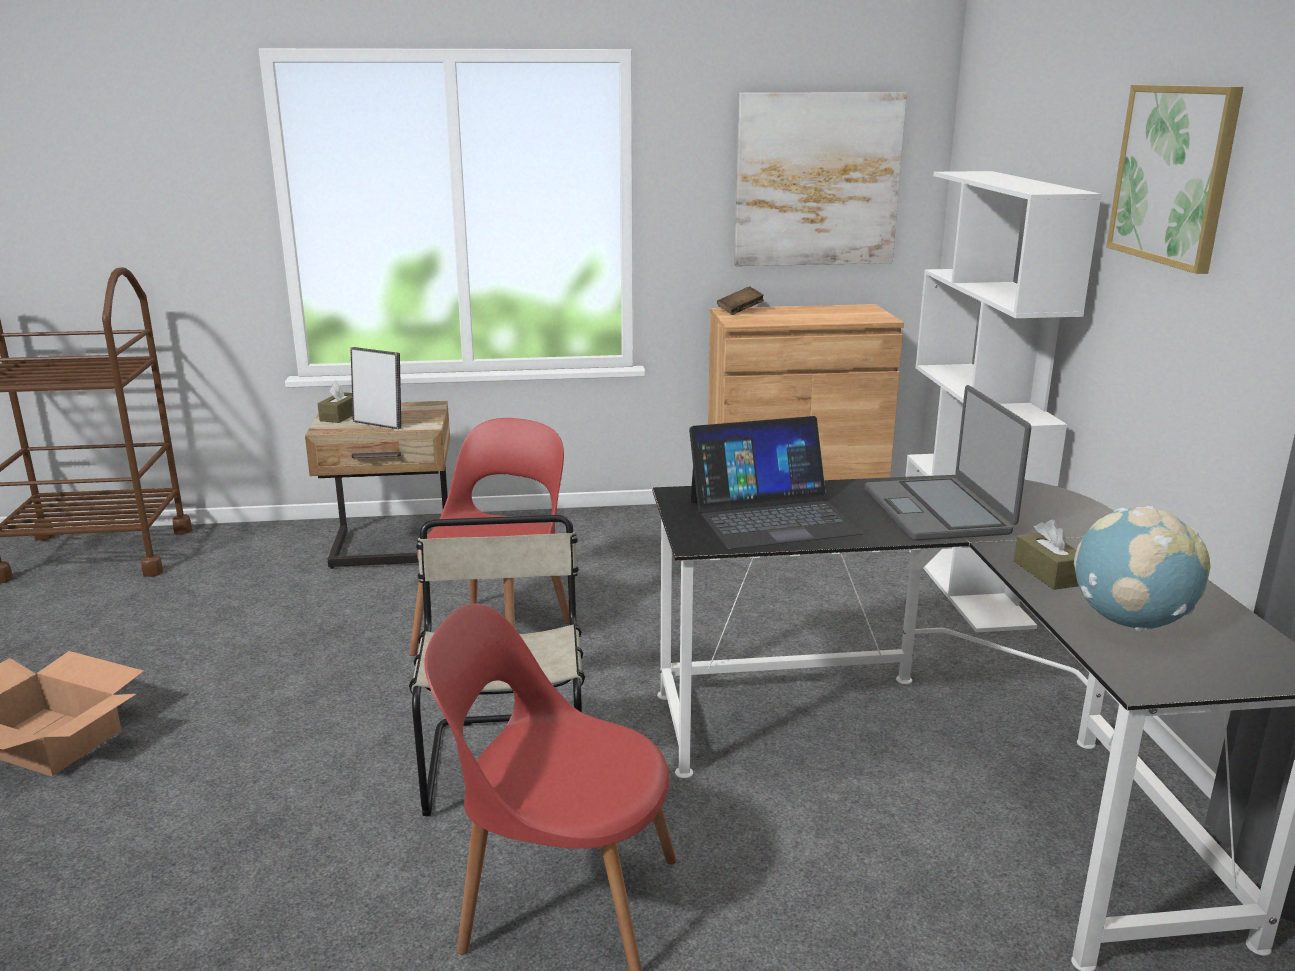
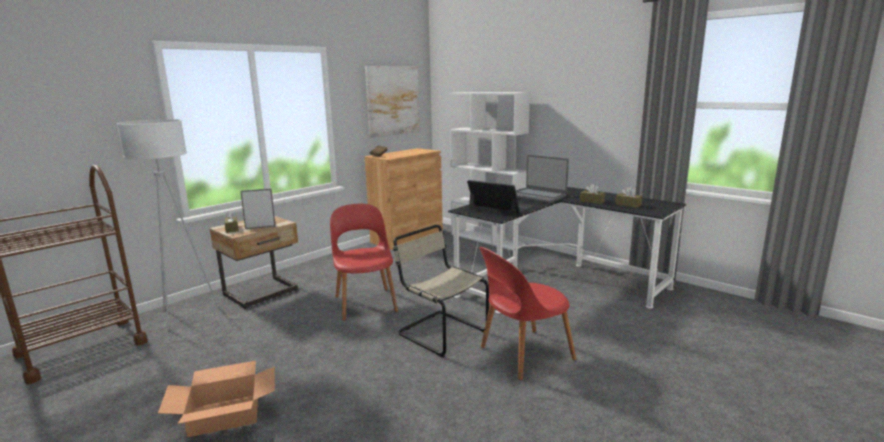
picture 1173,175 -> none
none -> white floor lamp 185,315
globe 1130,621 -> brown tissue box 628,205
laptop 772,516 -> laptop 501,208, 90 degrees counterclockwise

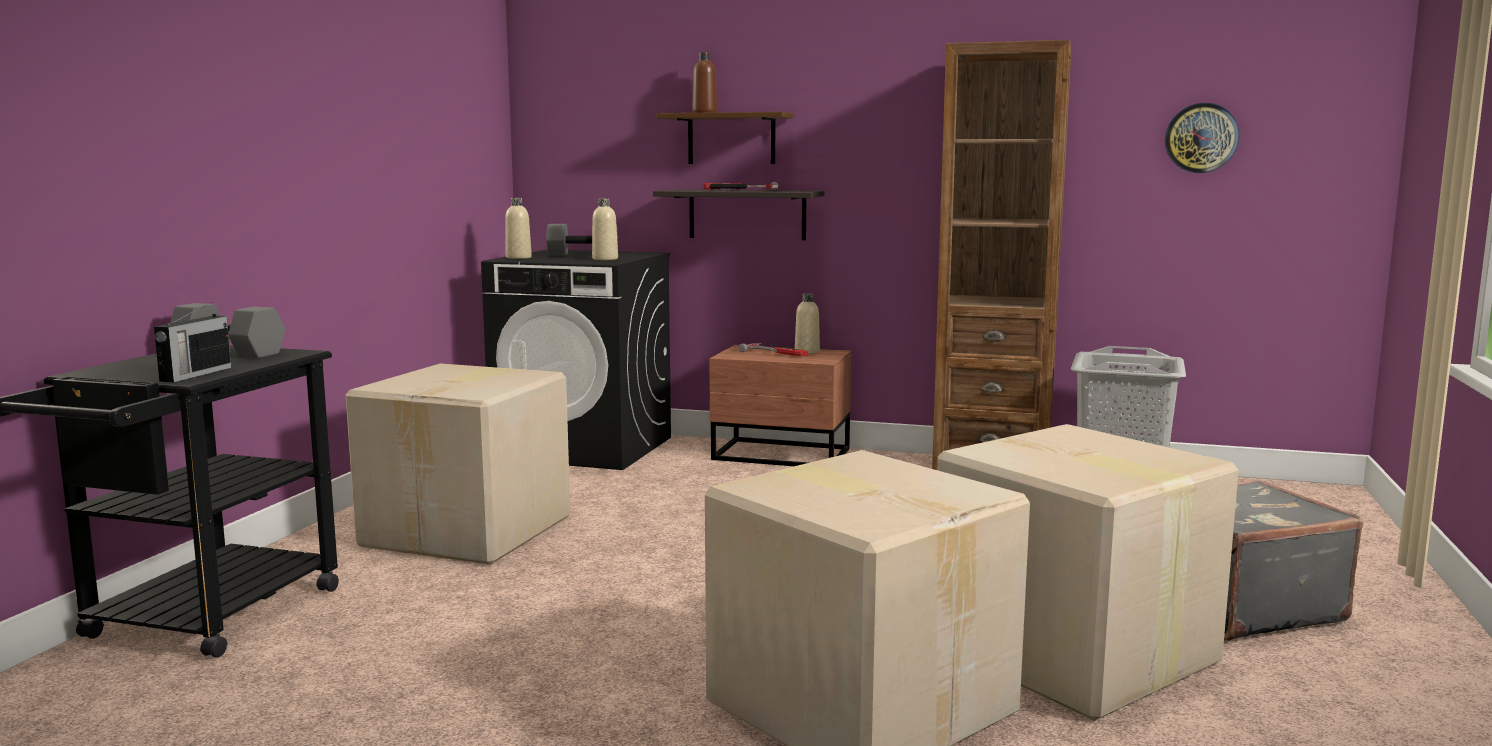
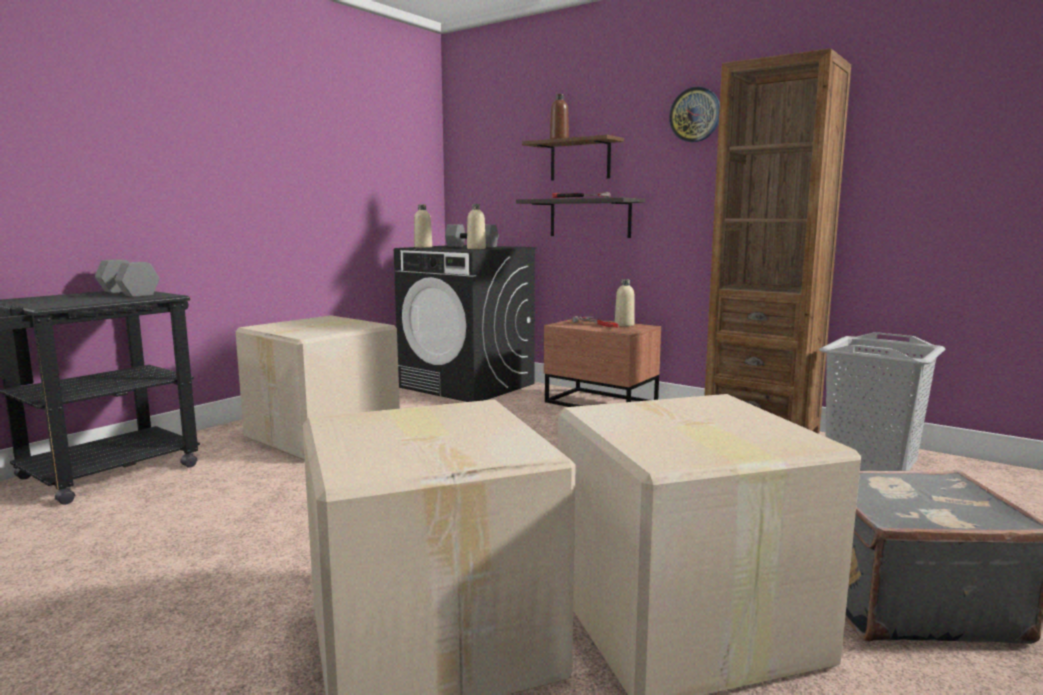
radio 195,374 -> none
wall clock 1201,138 -> wall clock 695,115, relocated

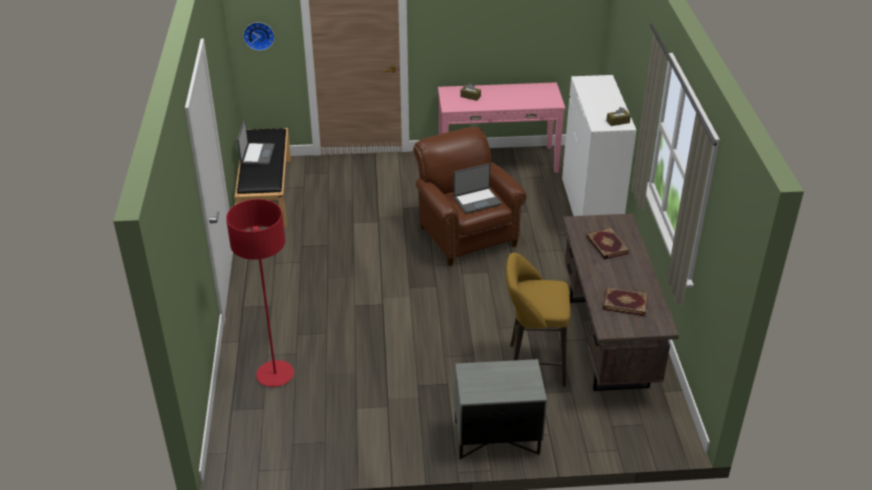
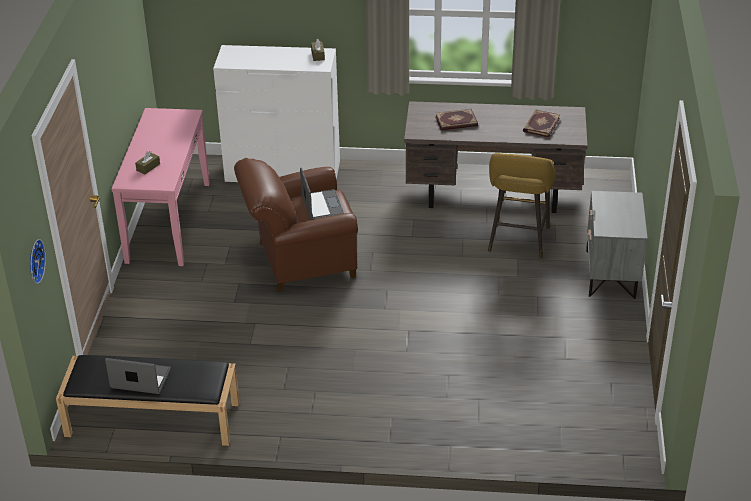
red floor lamp 275,375 -> none

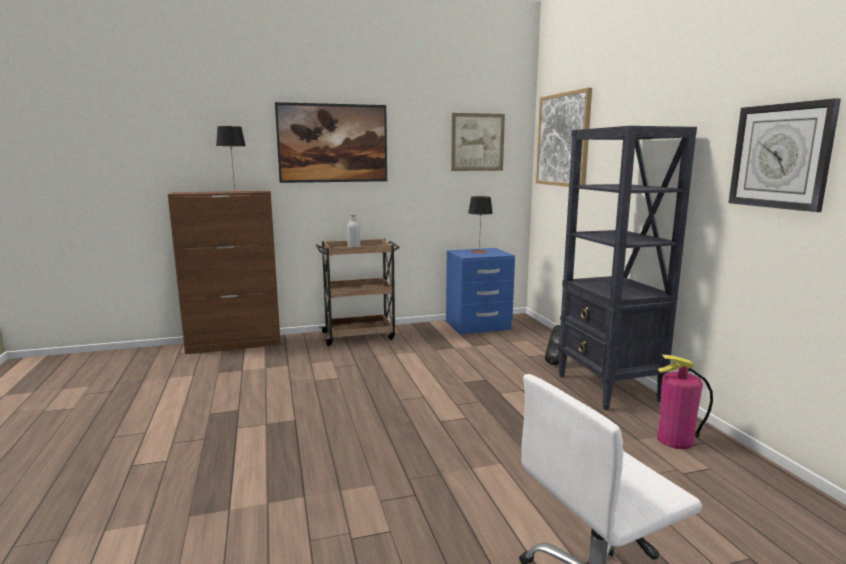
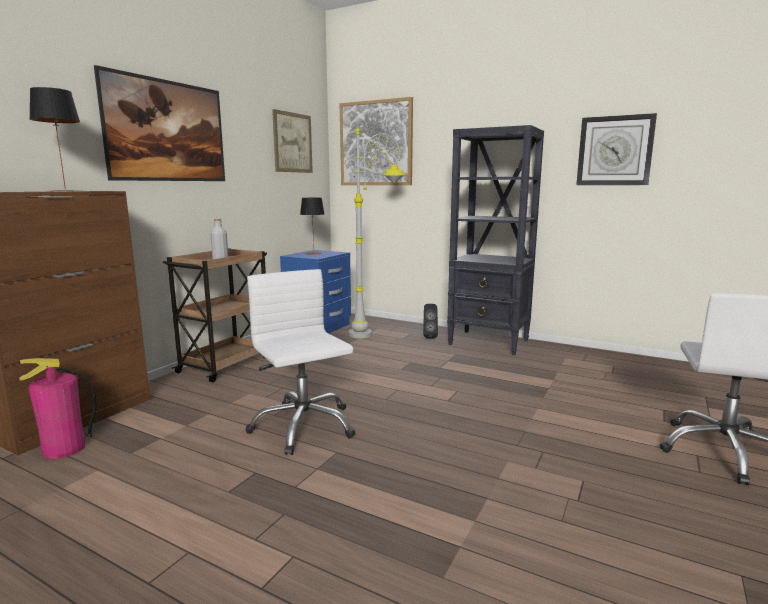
none -> white office chair 303,426
none -> grey floor lamp 377,331
fire extinguisher 675,440 -> fire extinguisher 64,449, relocated

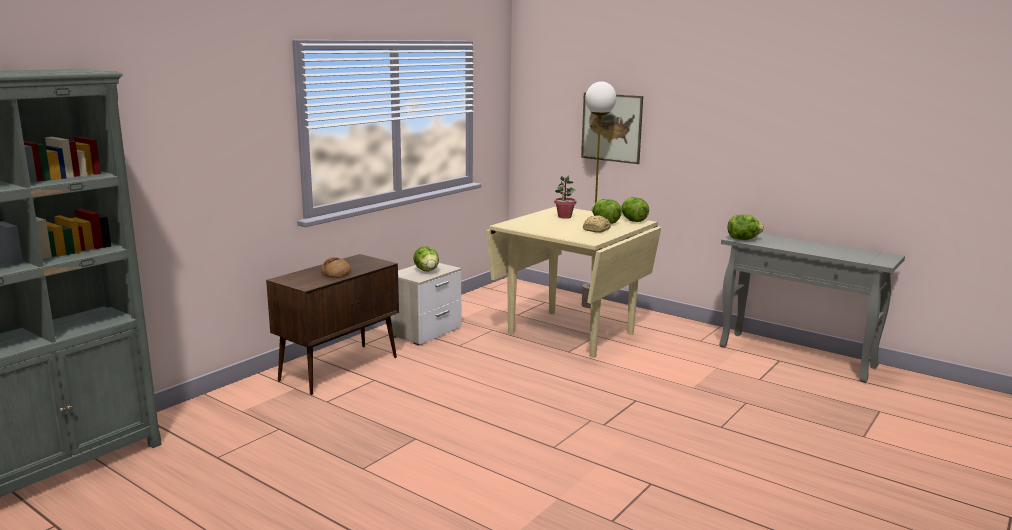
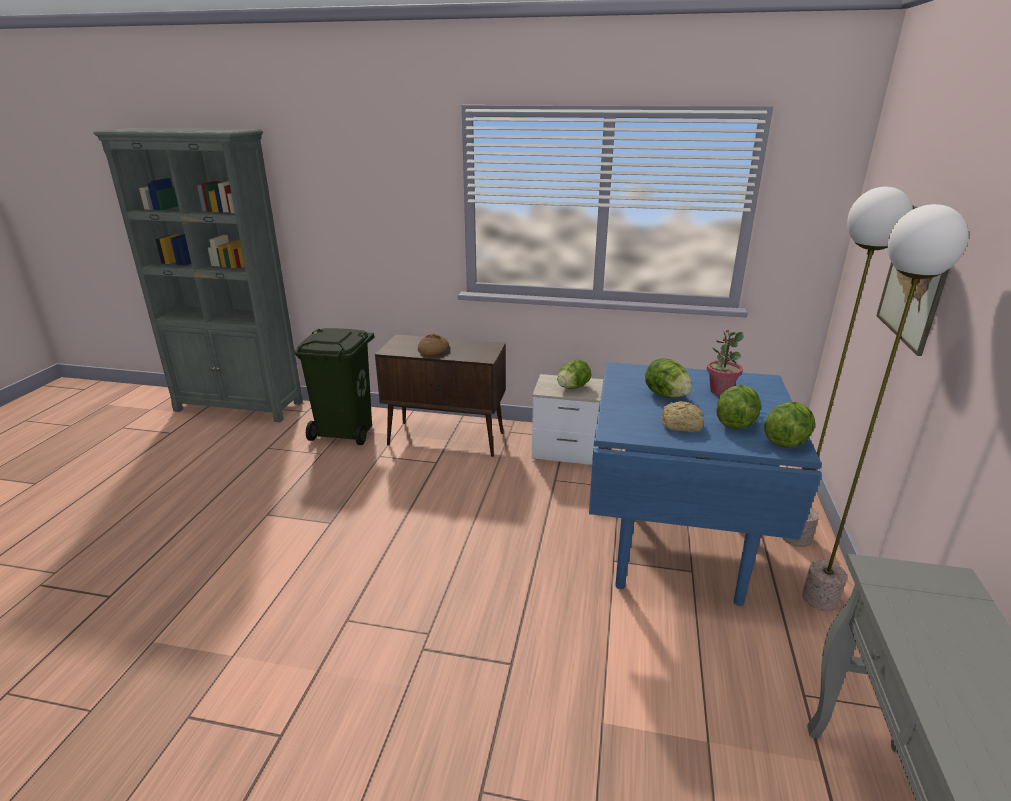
none -> green trash can 346,431
none -> floor lamp 819,599
lettuce 743,239 -> lettuce 666,395, relocated
beige dining table 570,333 -> blue dining table 673,546

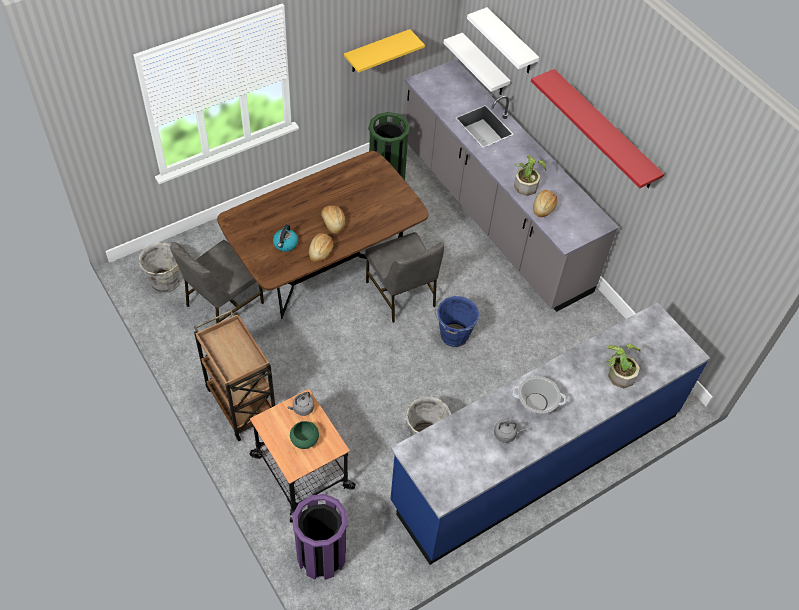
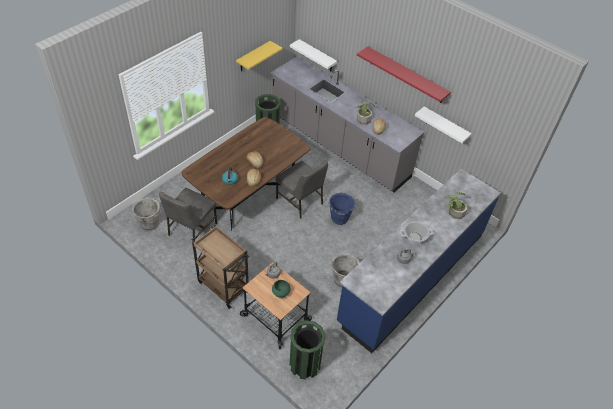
white shelf 510,42 -> white shelf 445,126, relocated
purple trash can 321,556 -> green trash can 304,364

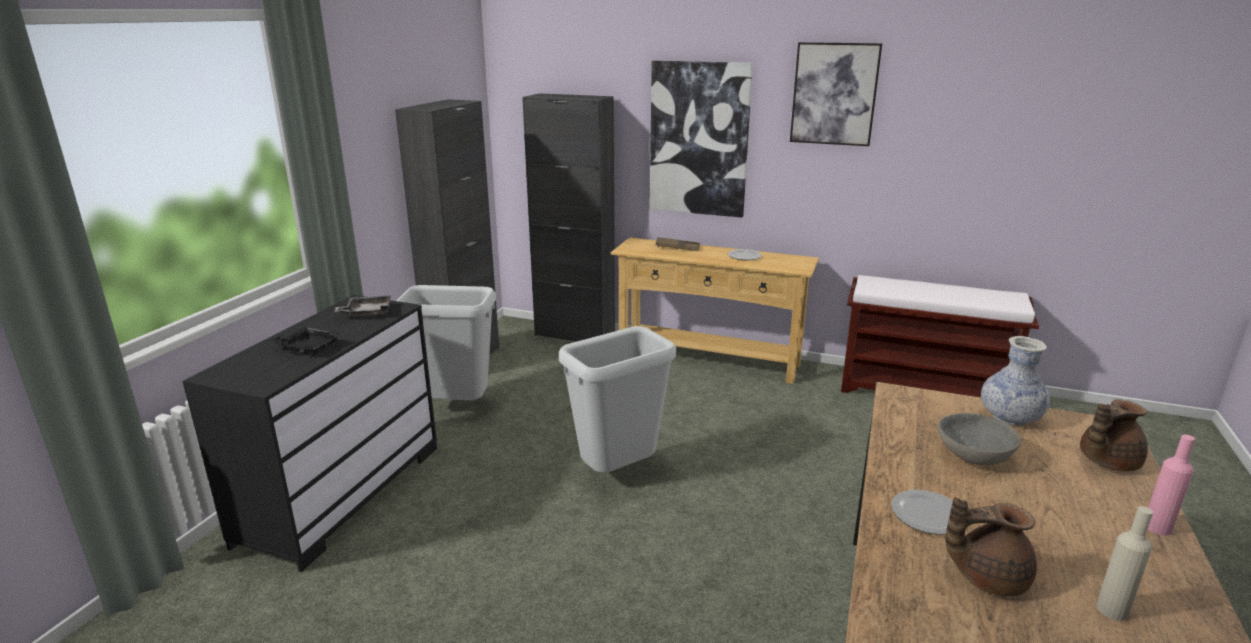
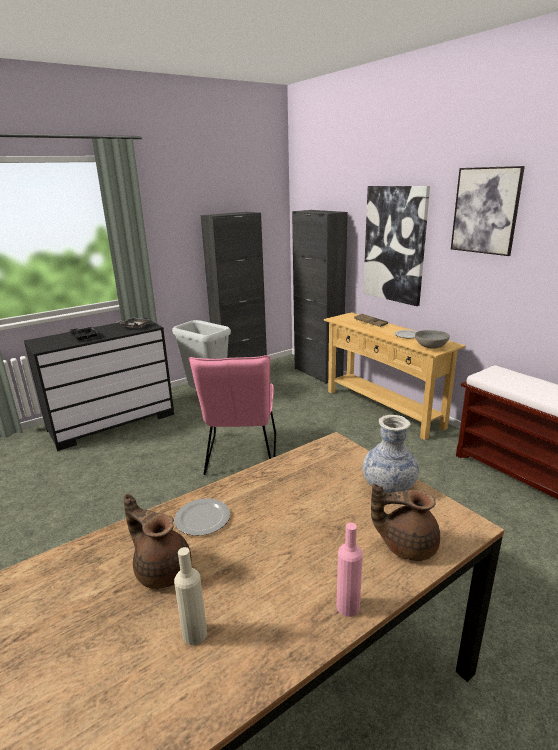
grey bowl 972,456 -> grey bowl 431,346, relocated
grey trash can 618,474 -> pink chair 241,457

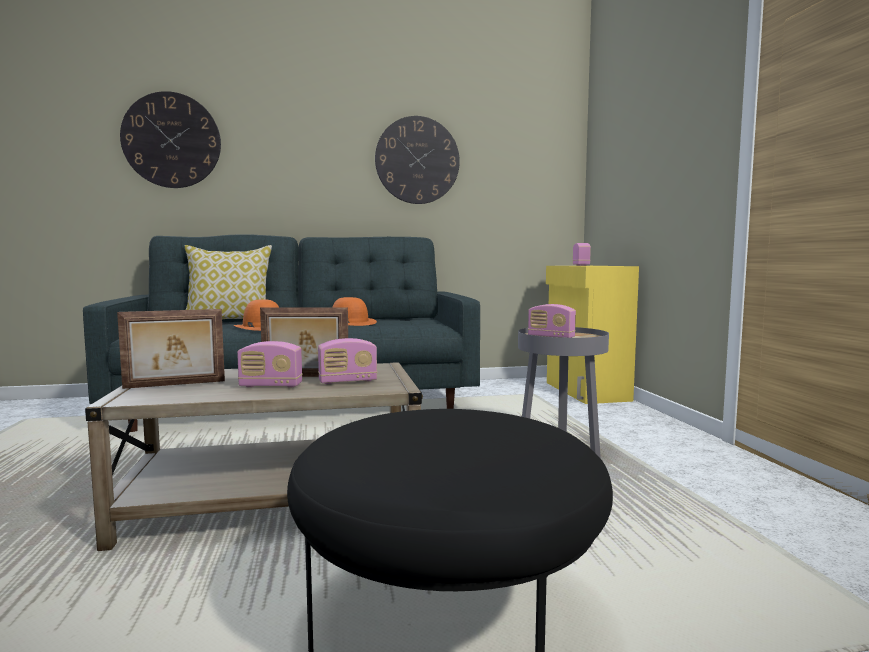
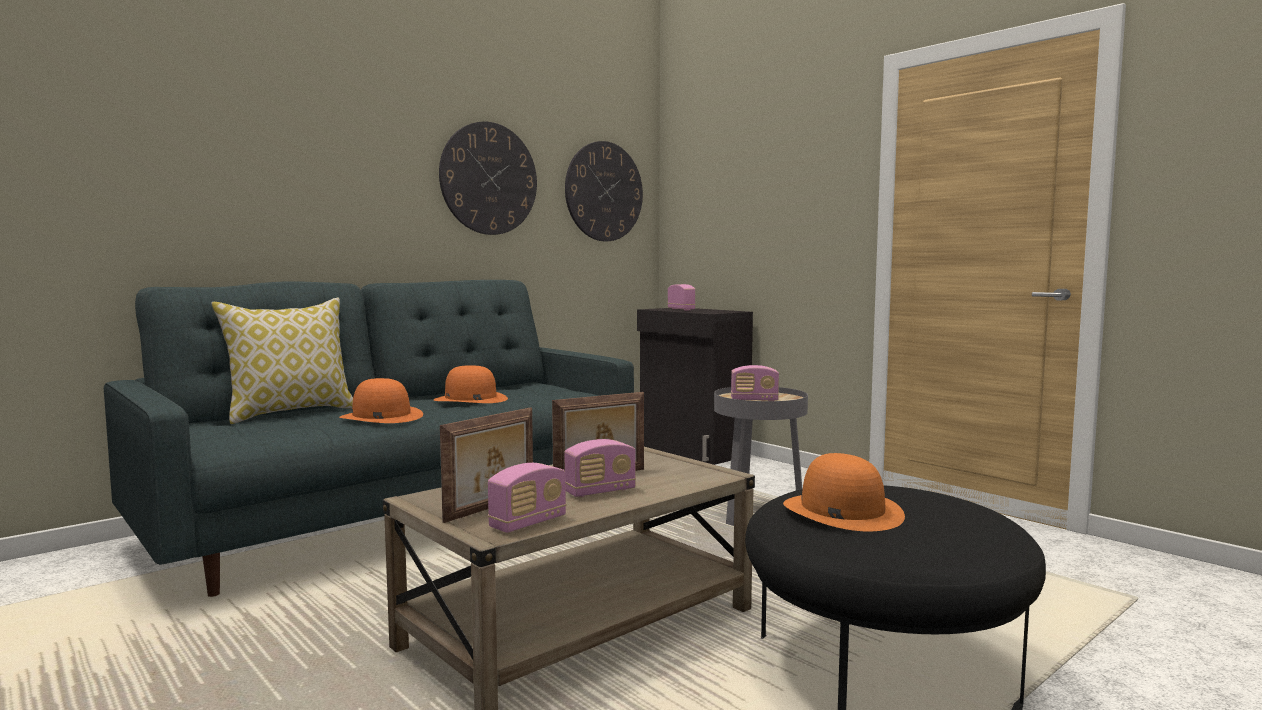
none -> orange hat 841,511
wall clock 171,140 -> wall clock 604,191, relocated
radio 347,381 -> radio 528,523, relocated
yellow cabinet 585,391 -> black cabinet 692,451

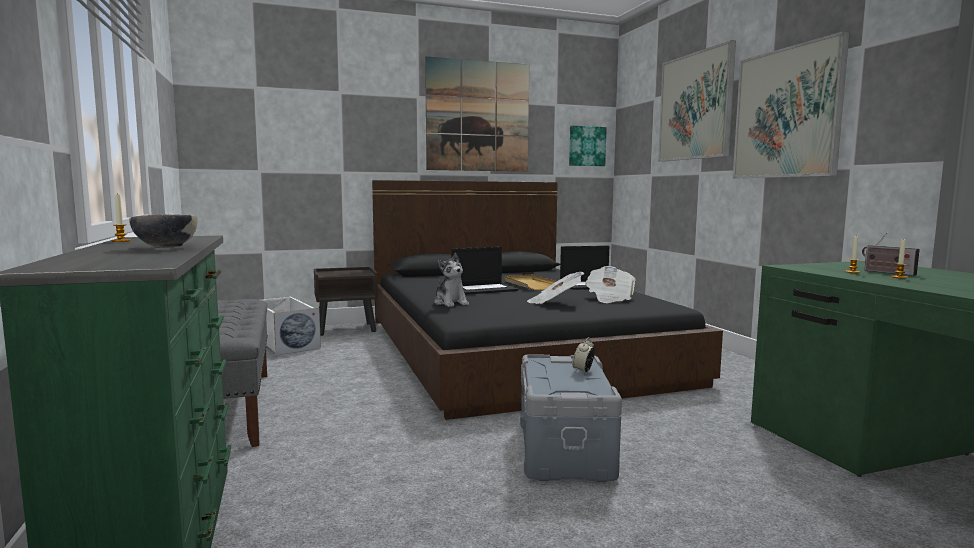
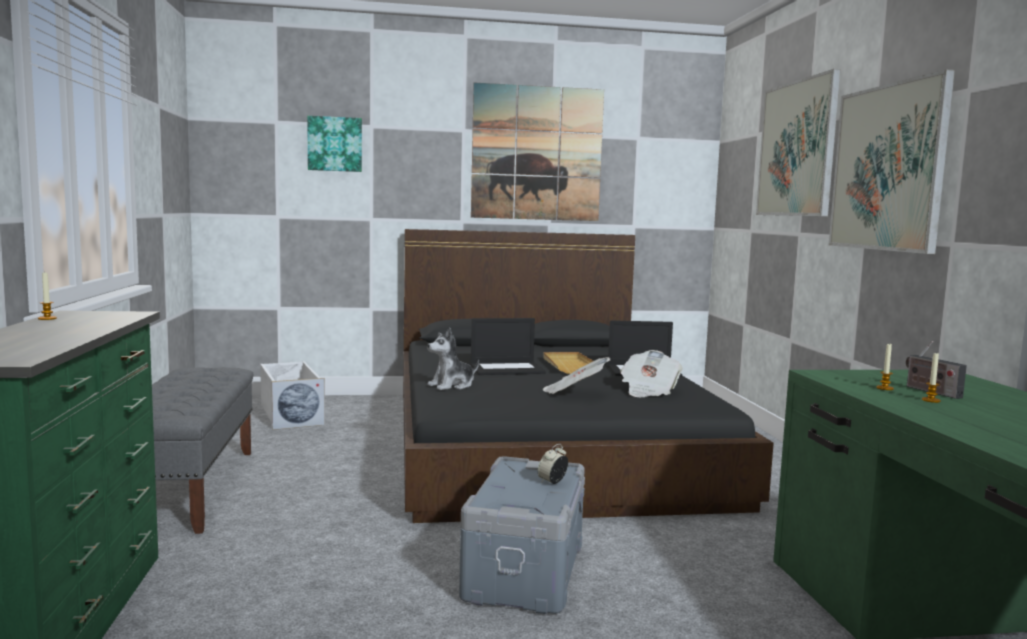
bowl 166,248 -> none
brown nightstand 347,329 -> none
picture 586,146 -> picture 335,144, relocated
plush toy 451,303 -> plush toy 452,385, 75 degrees clockwise

